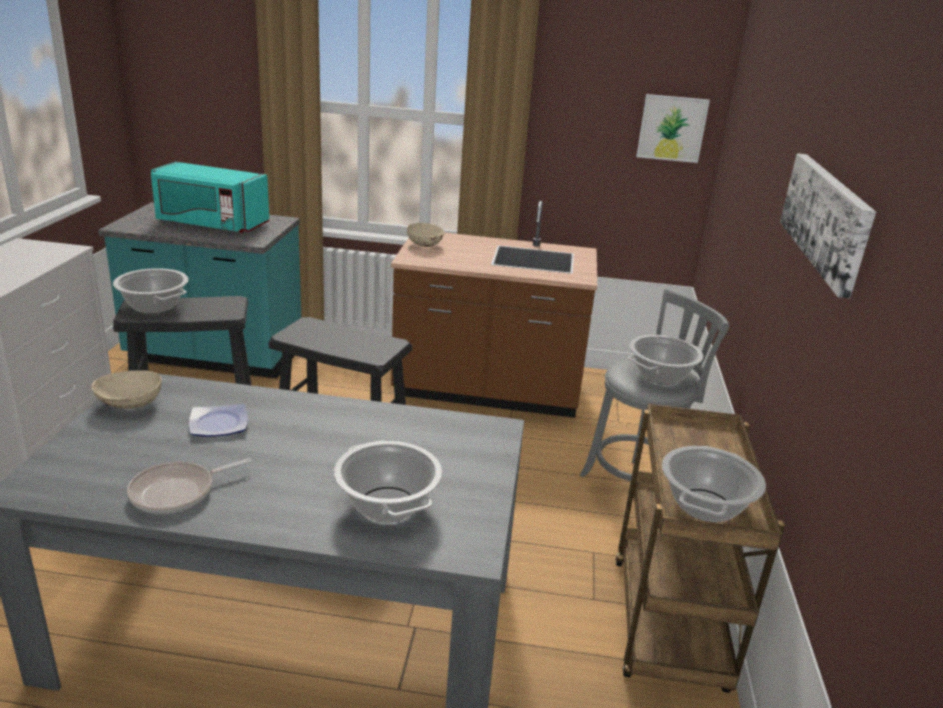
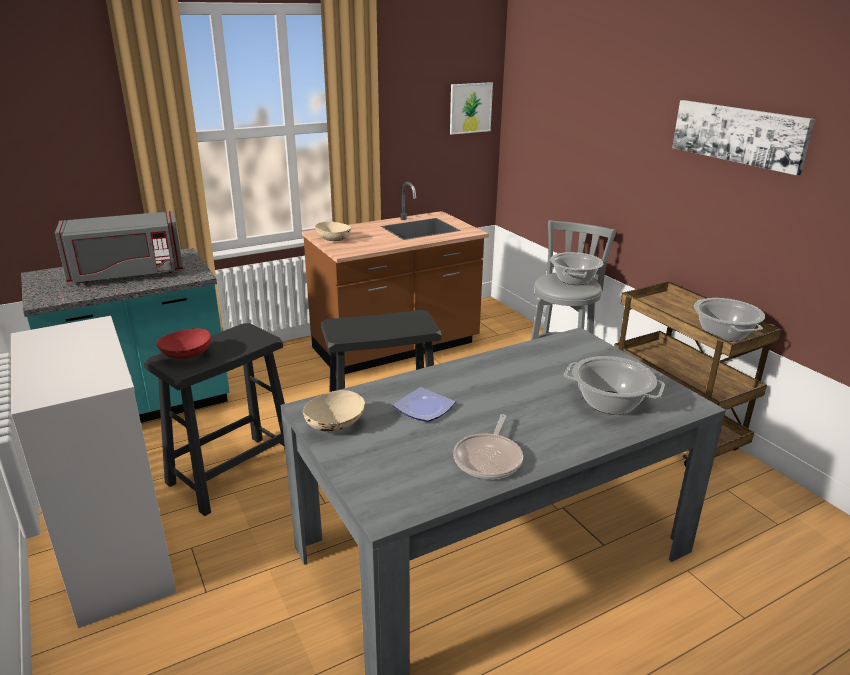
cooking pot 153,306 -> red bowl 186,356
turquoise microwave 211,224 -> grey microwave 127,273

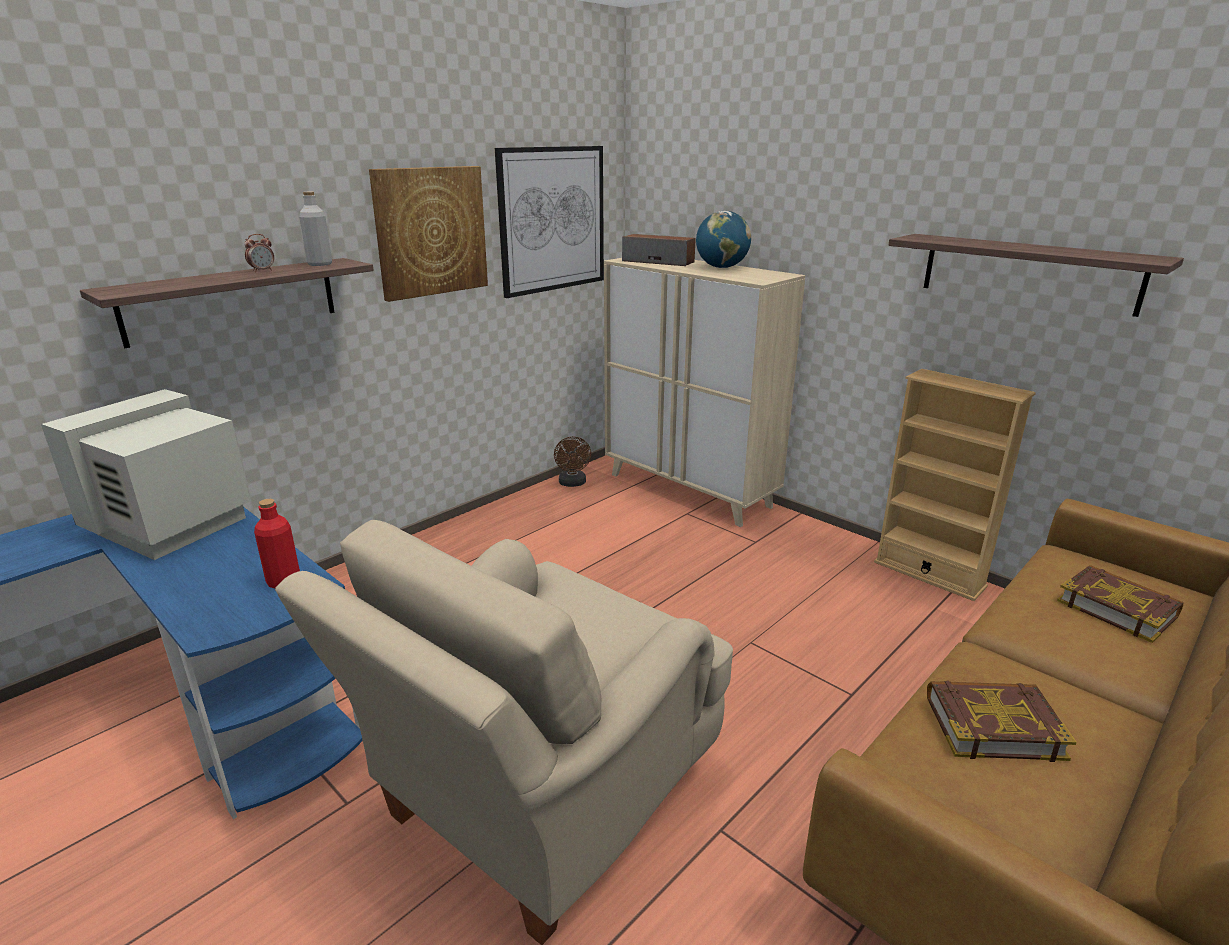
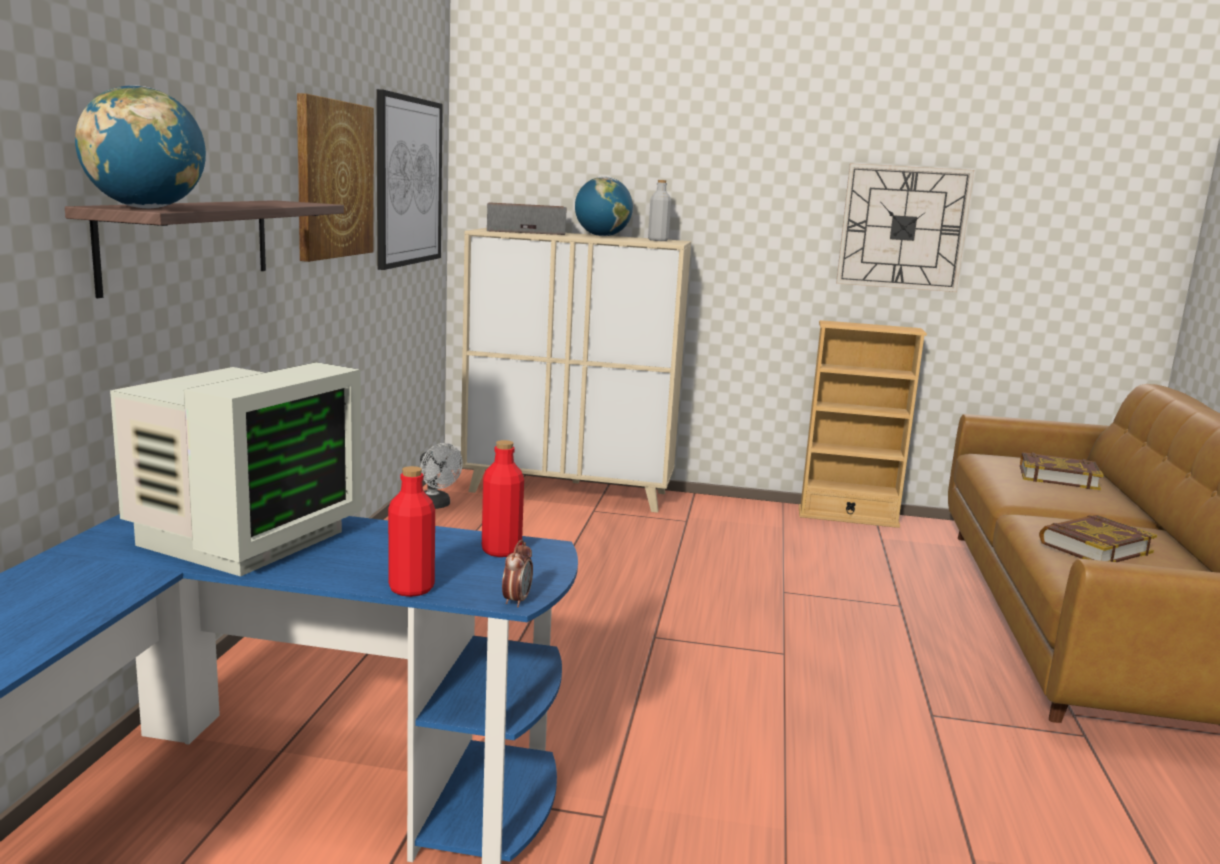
beige armchair 539,801 -> none
none -> globe 146,208
none -> red bottle 411,588
alarm clock 262,271 -> alarm clock 516,601, relocated
grey bottle 320,264 -> grey bottle 658,240, relocated
shelf 1028,273 -> wall clock 903,227
brown fan 573,483 -> white fan 436,506
monitor 173,526 -> monitor 240,538, 150 degrees counterclockwise

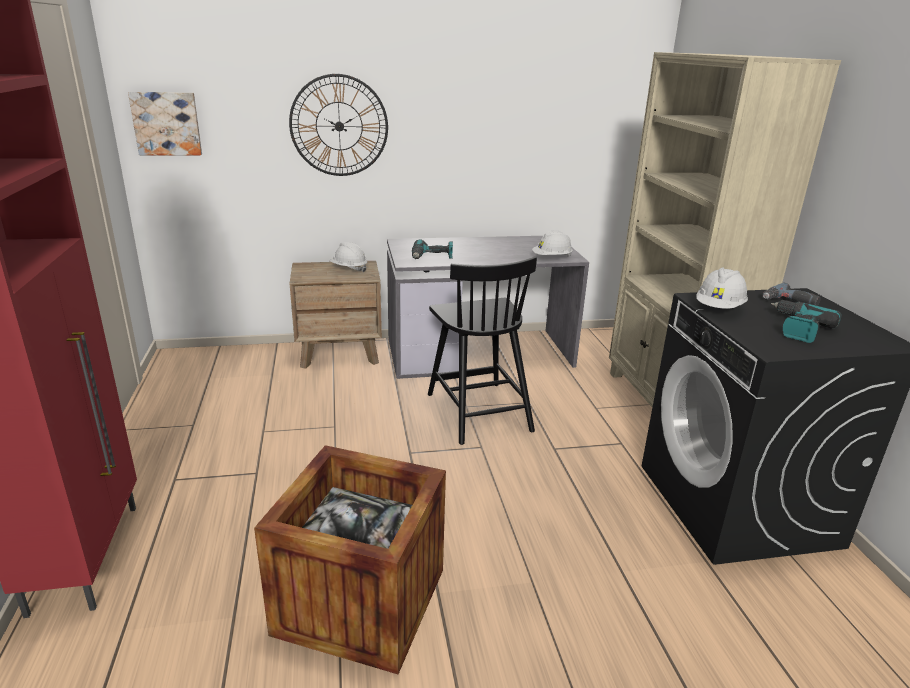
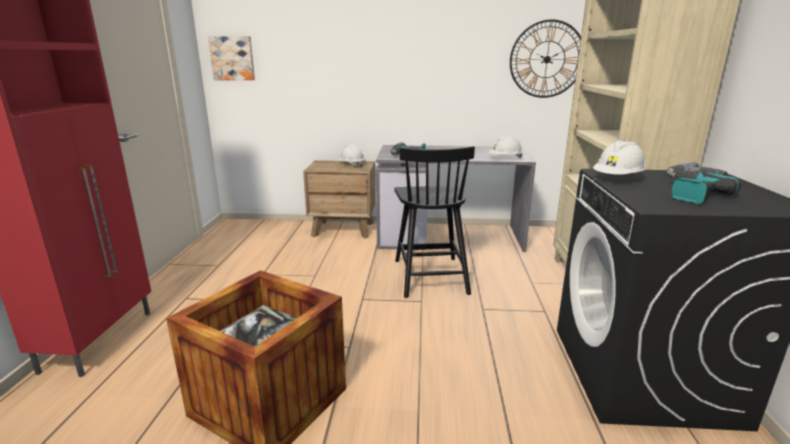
wall clock 339,126 -> wall clock 547,59, relocated

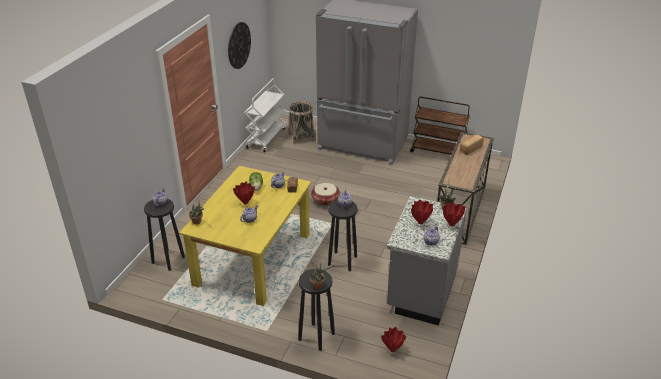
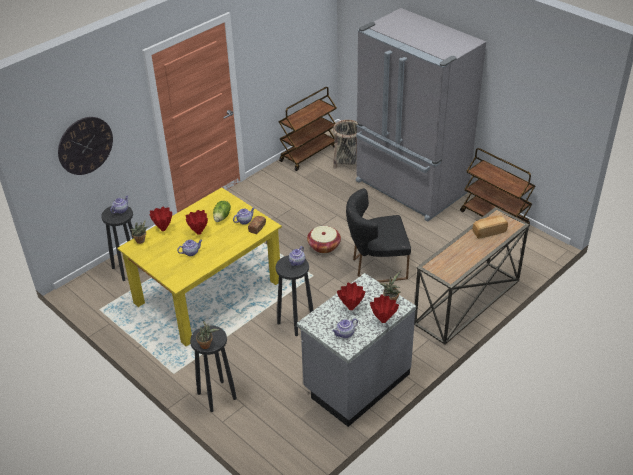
none -> black chair 376,265
wall clock 239,45 -> wall clock 85,145, relocated
red vase 393,350 -> red vase 163,229, relocated
white cart 266,138 -> brown cart 308,153

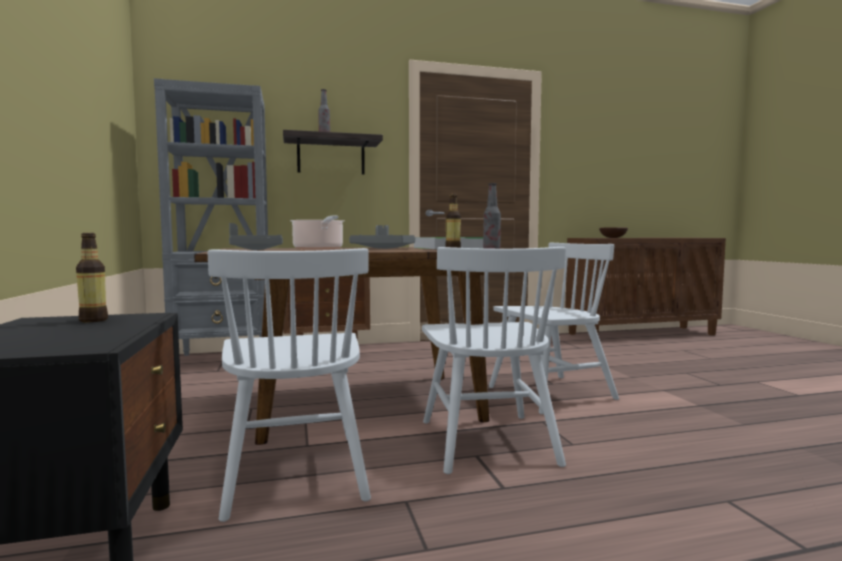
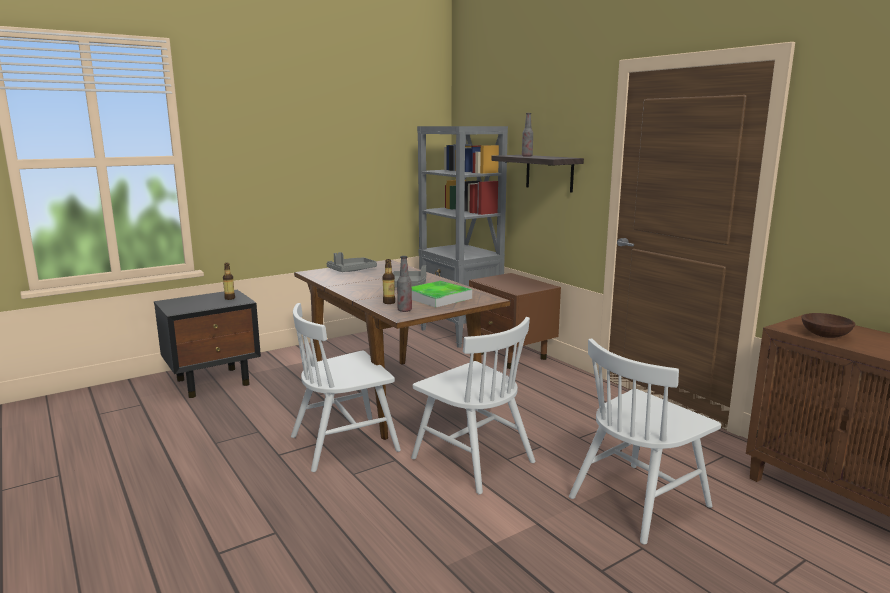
cooking pot 319,249 -> none
white chair 295,473 -> white chair 639,501, relocated

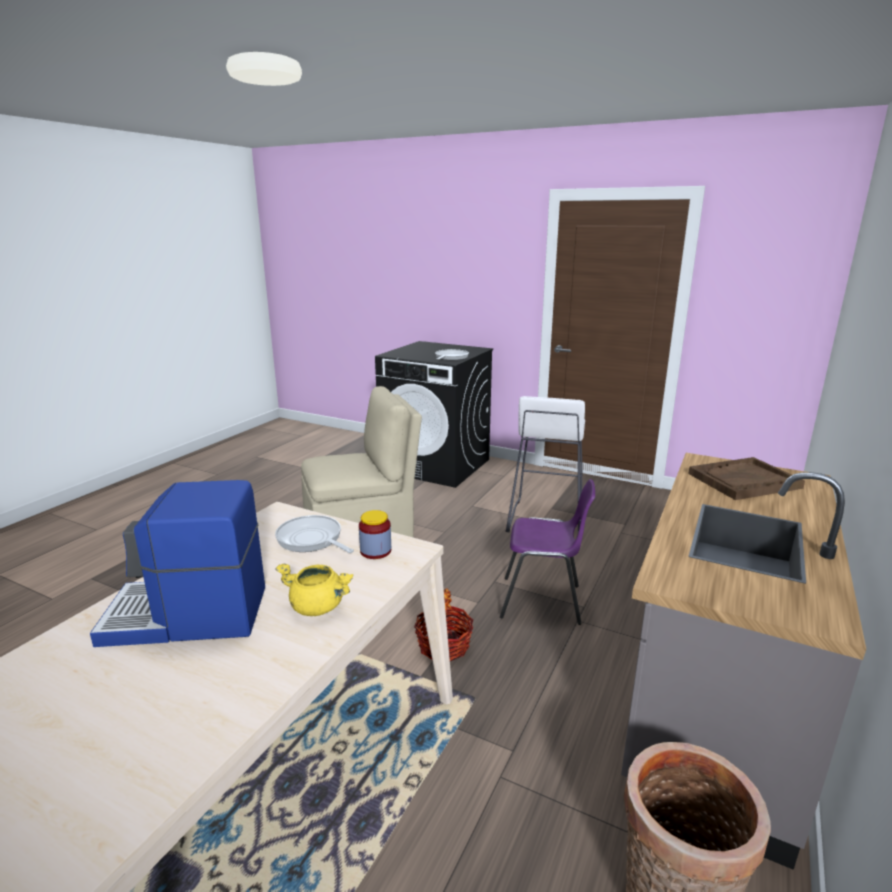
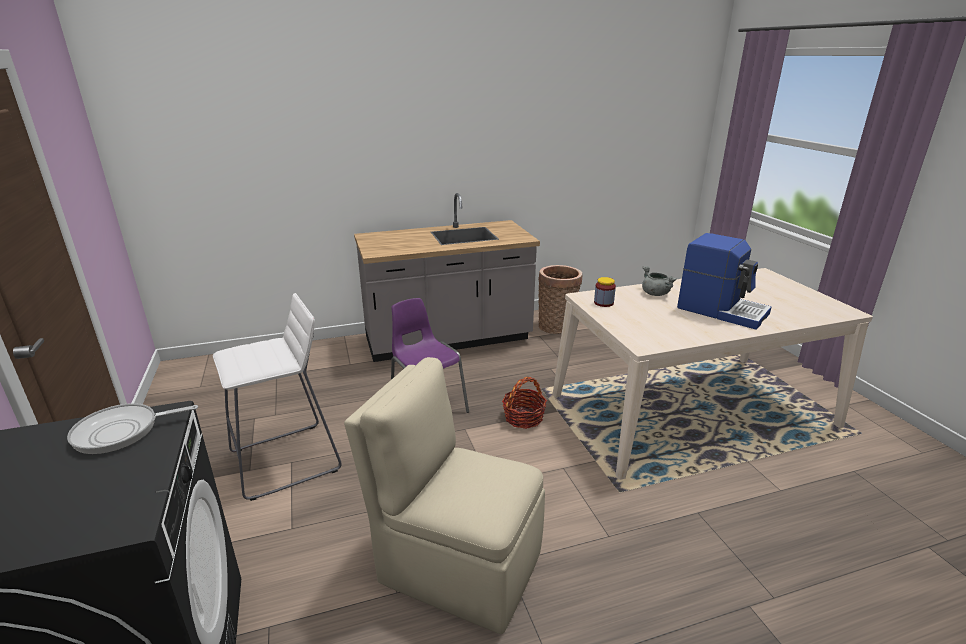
frying pan 311,539 -> none
brown tray 744,481 -> none
yellow cooking pot 318,607 -> grey cooking pot 655,294

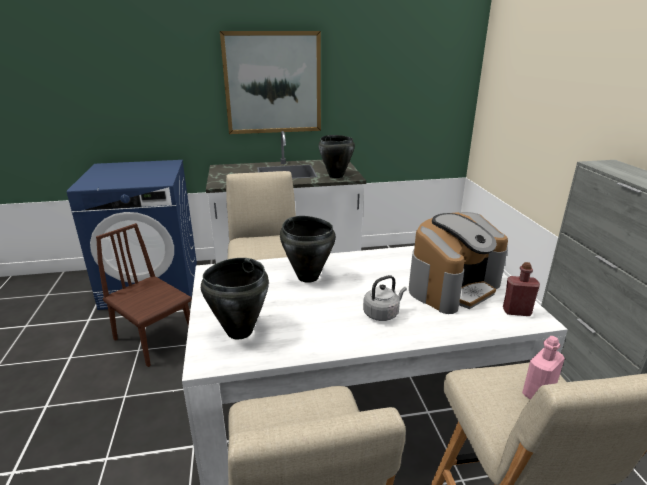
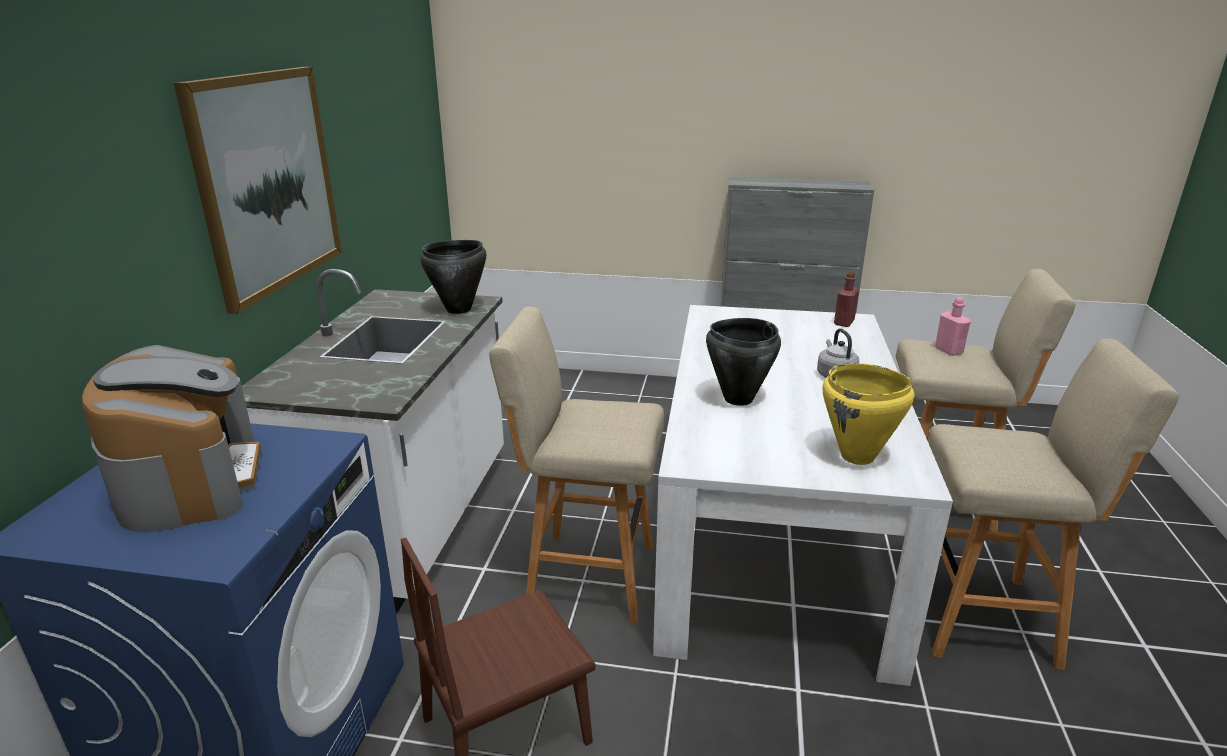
coffee machine 452,286 -> coffee machine 190,479, relocated
black cooking pot 239,331 -> yellow cooking pot 857,456

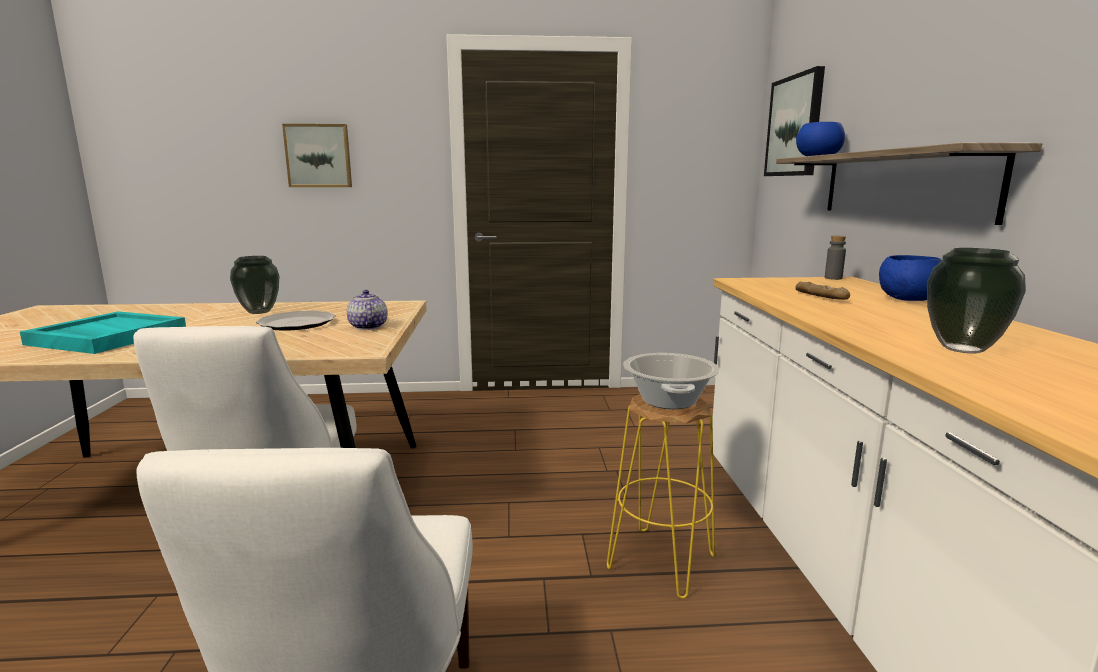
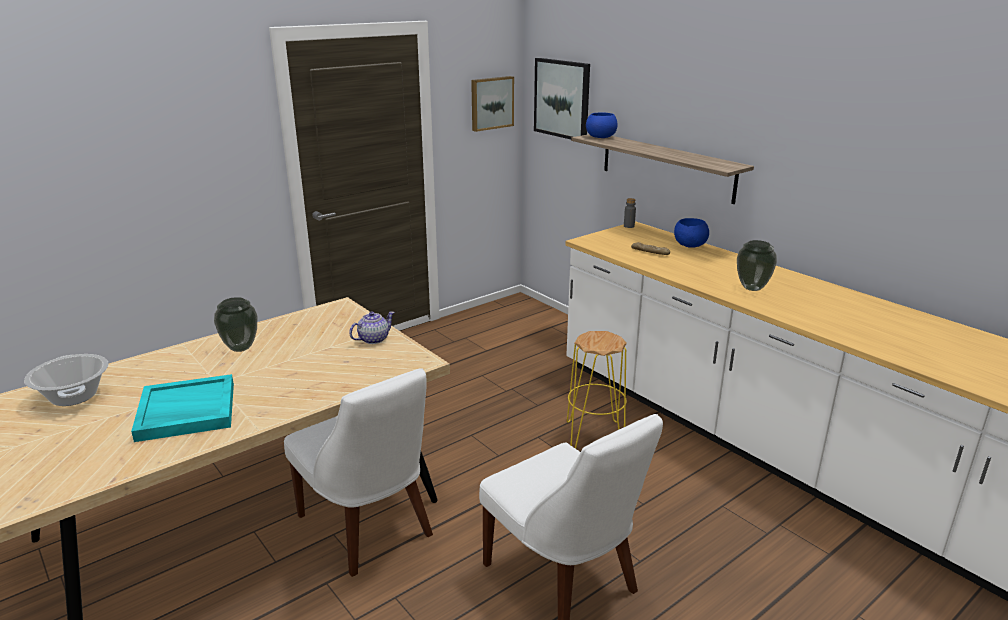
plate 296,323 -> none
picture 319,156 -> picture 491,103, relocated
cooking pot 668,400 -> cooking pot 73,396, relocated
teapot 367,327 -> teapot 373,339, 105 degrees clockwise

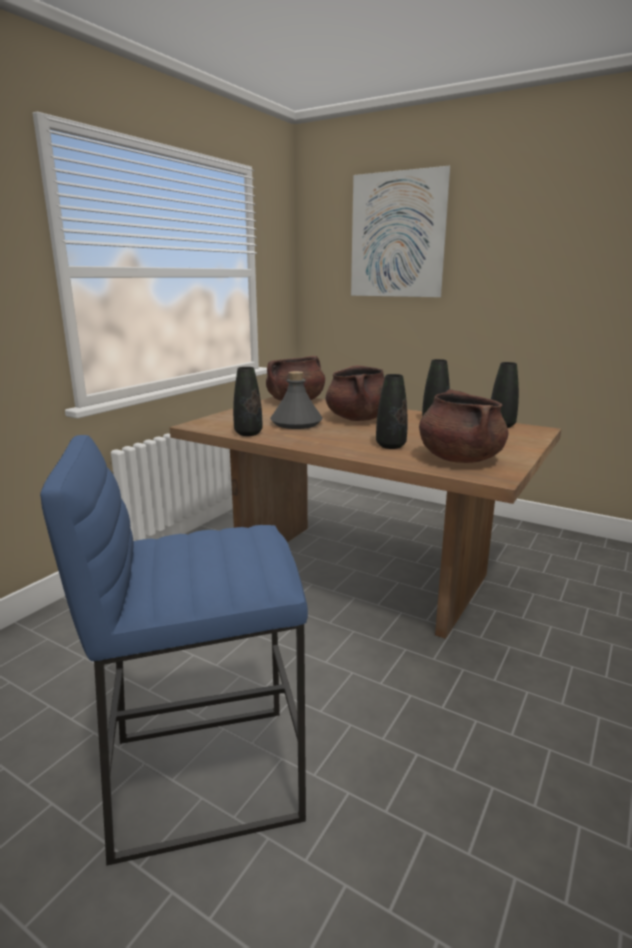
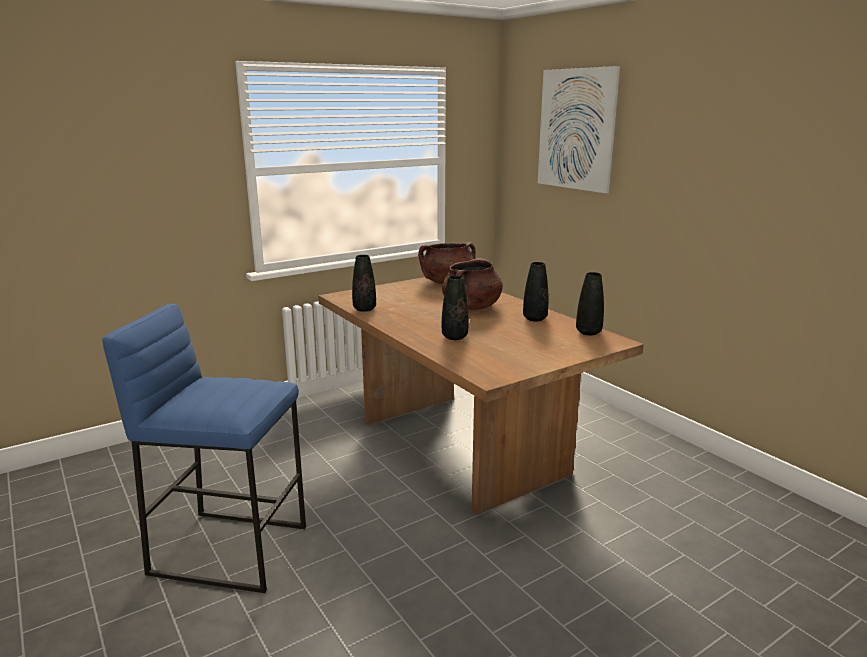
grey bottle 297,423 -> none
brown cooking pot 459,459 -> none

